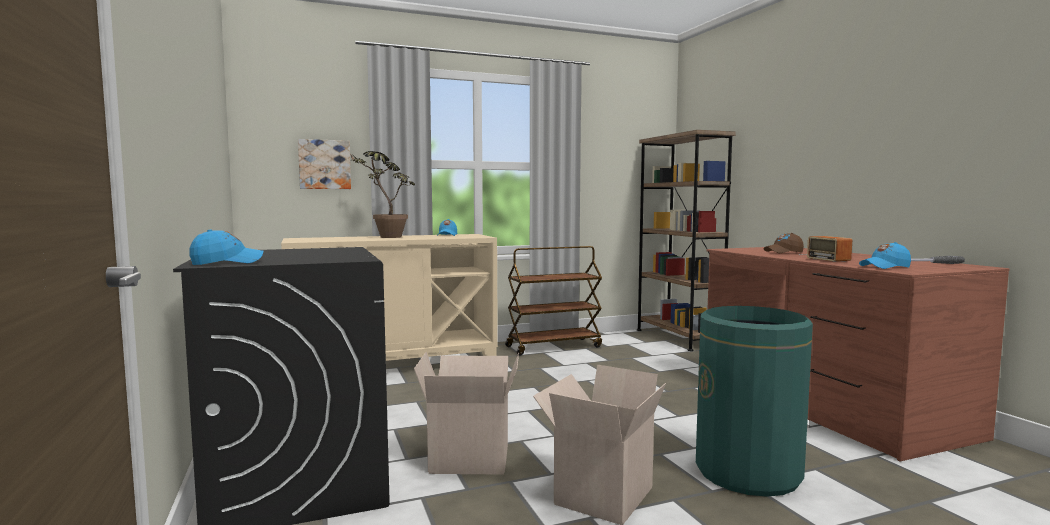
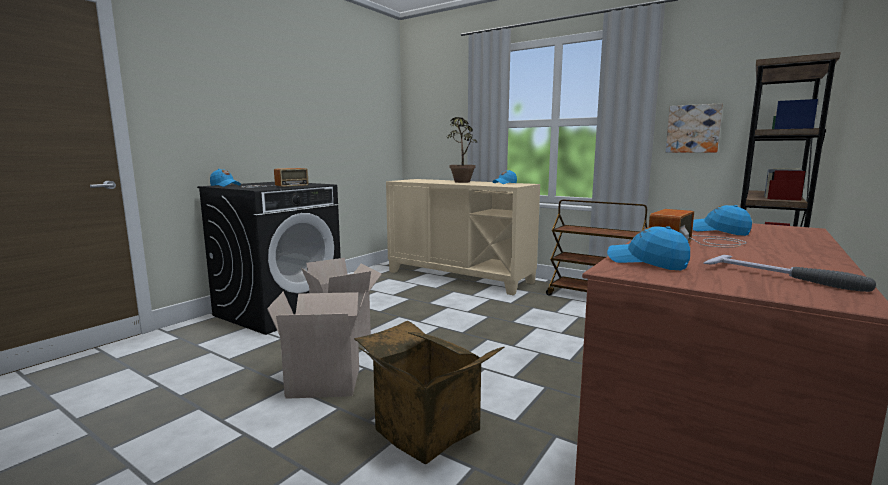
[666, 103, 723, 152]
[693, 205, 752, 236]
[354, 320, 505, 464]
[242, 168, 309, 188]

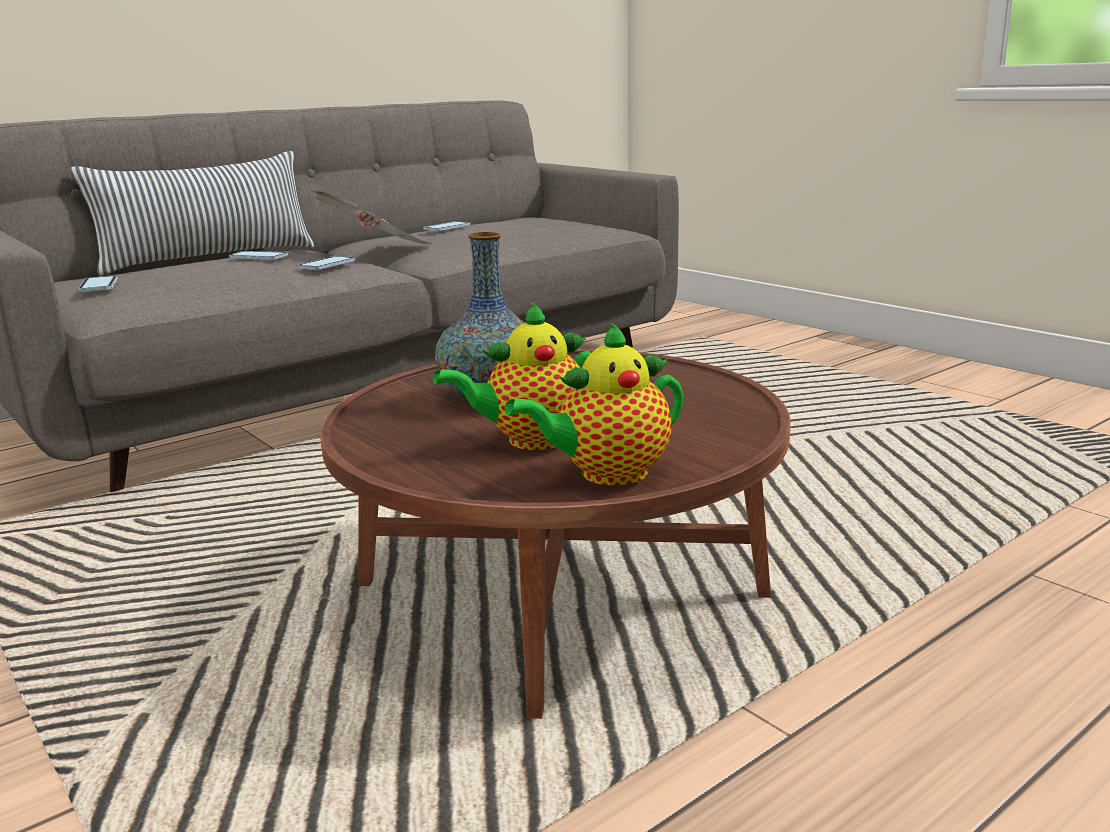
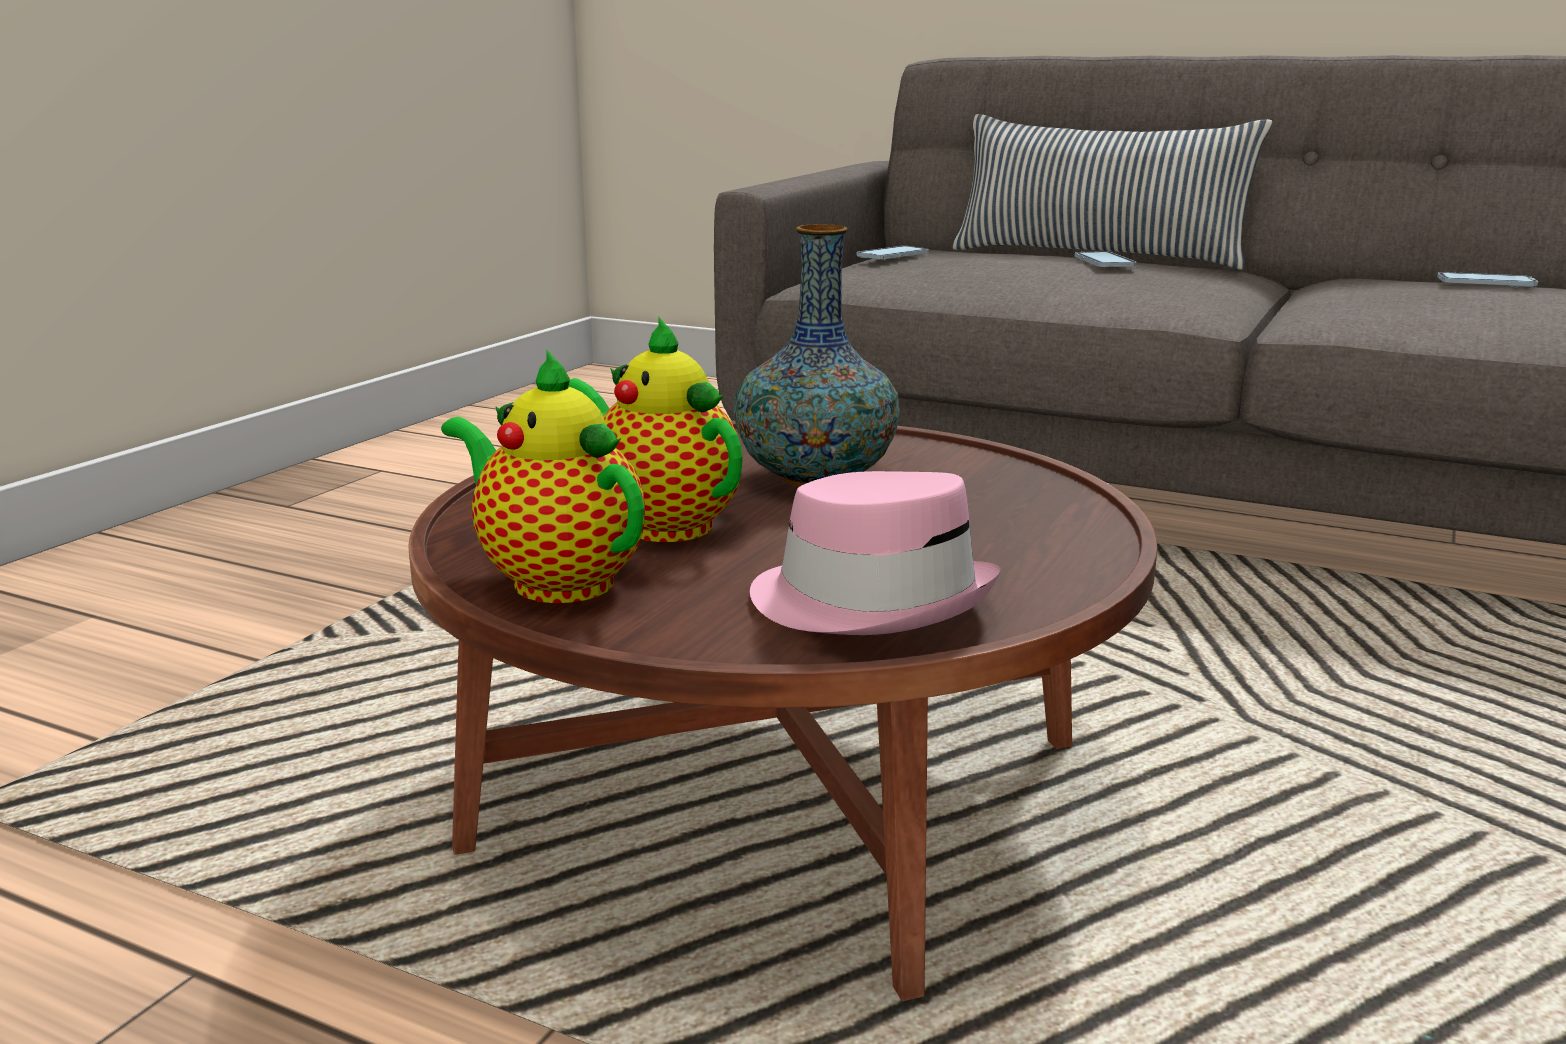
[311, 191, 432, 244] (first image)
[298, 256, 355, 270] (first image)
[750, 471, 1001, 635]

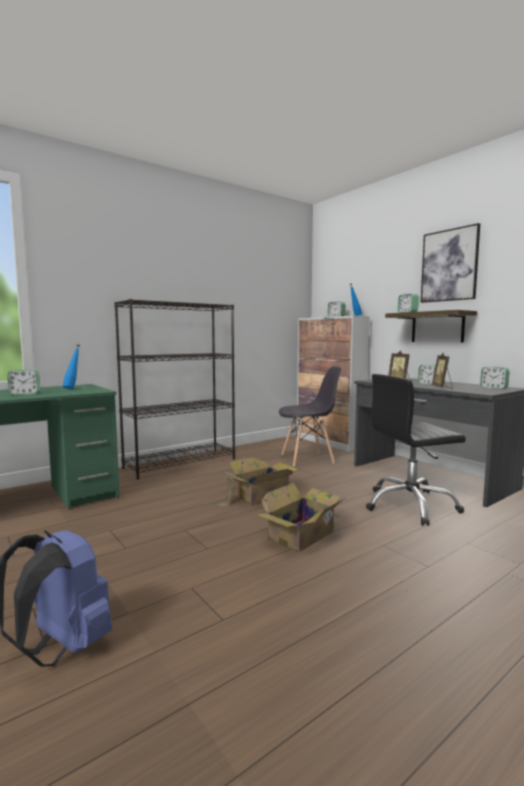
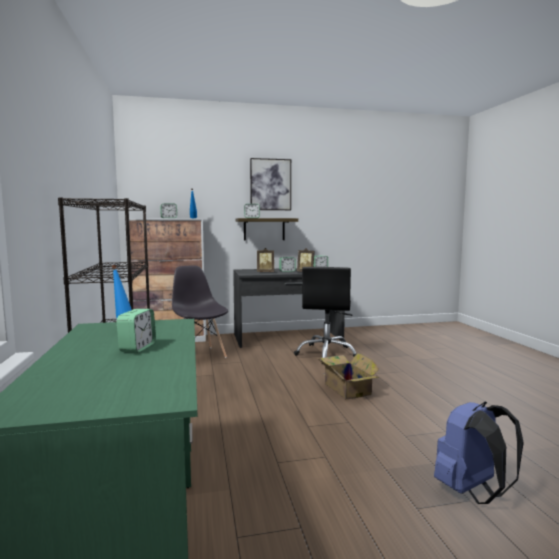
[172, 265, 228, 358]
[215, 457, 299, 508] (first image)

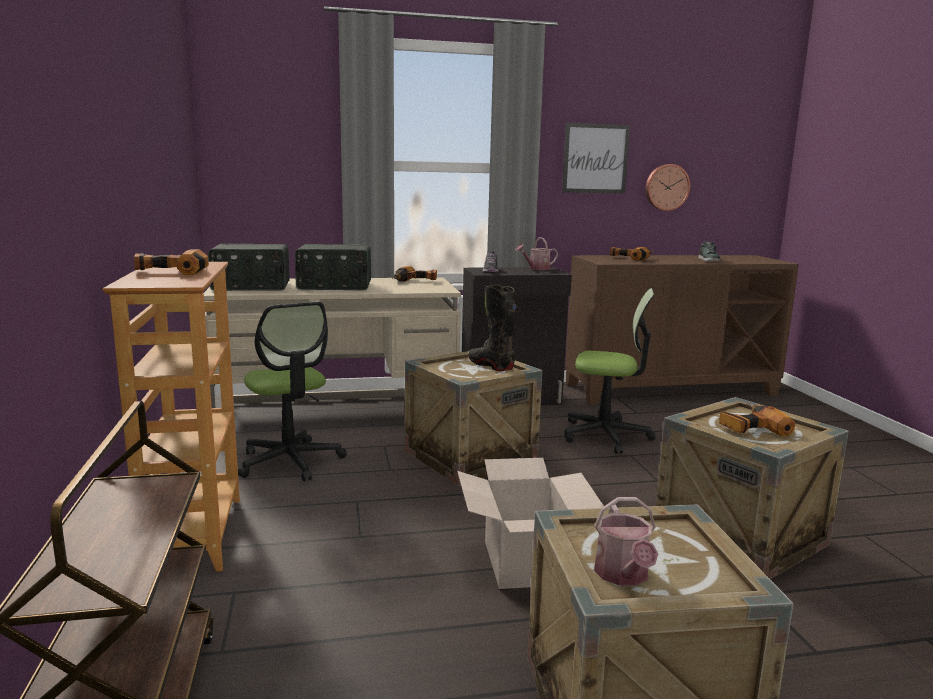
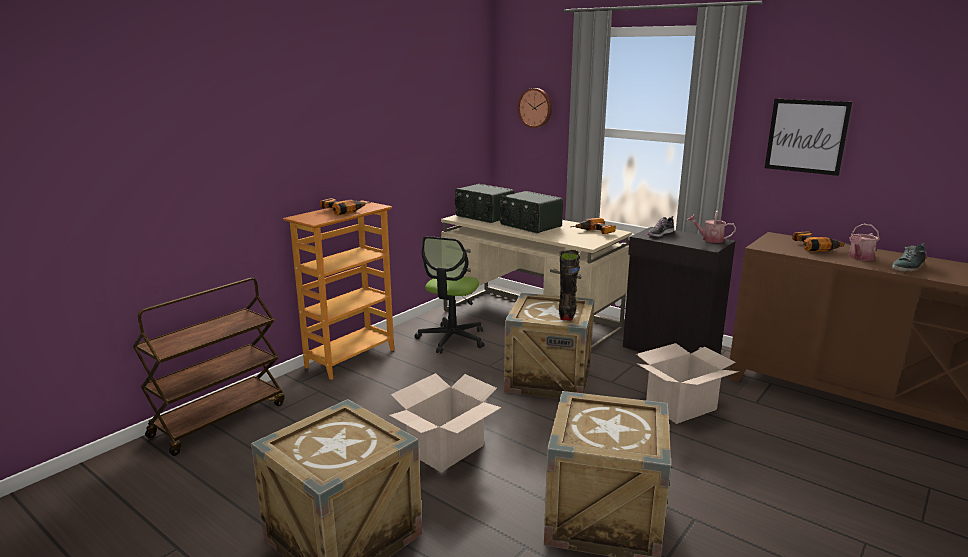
[518, 88, 552, 128]
[636, 343, 739, 424]
[719, 403, 796, 436] (first image)
[848, 223, 880, 261]

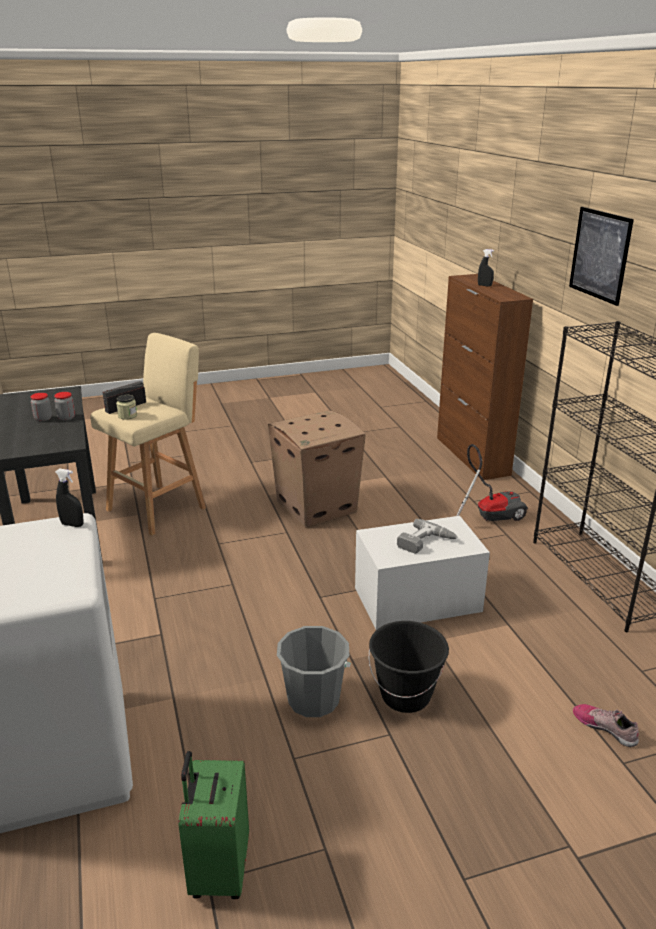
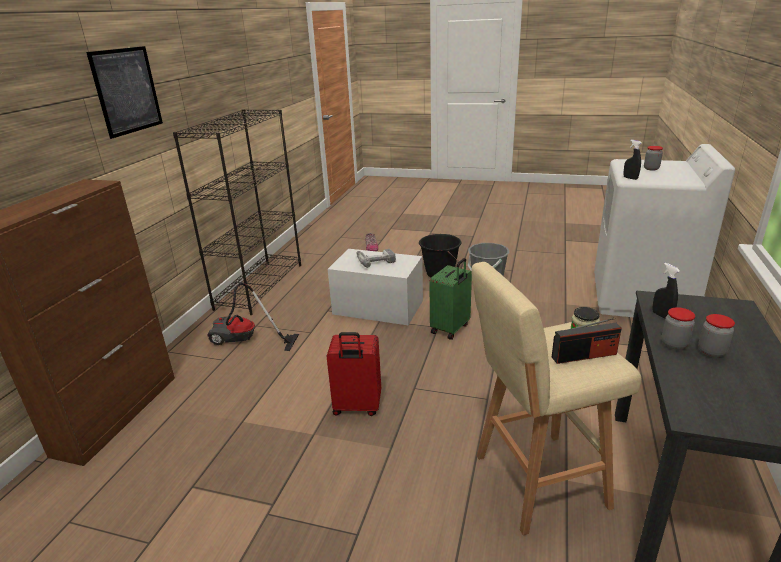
[652, 263, 680, 319]
[326, 332, 381, 416]
[429, 258, 472, 340]
[644, 146, 663, 170]

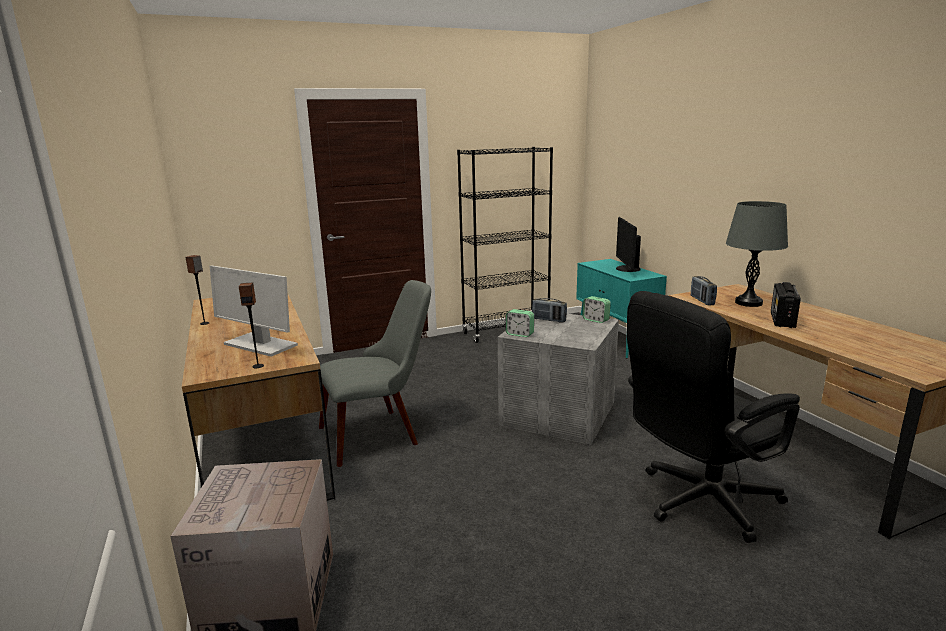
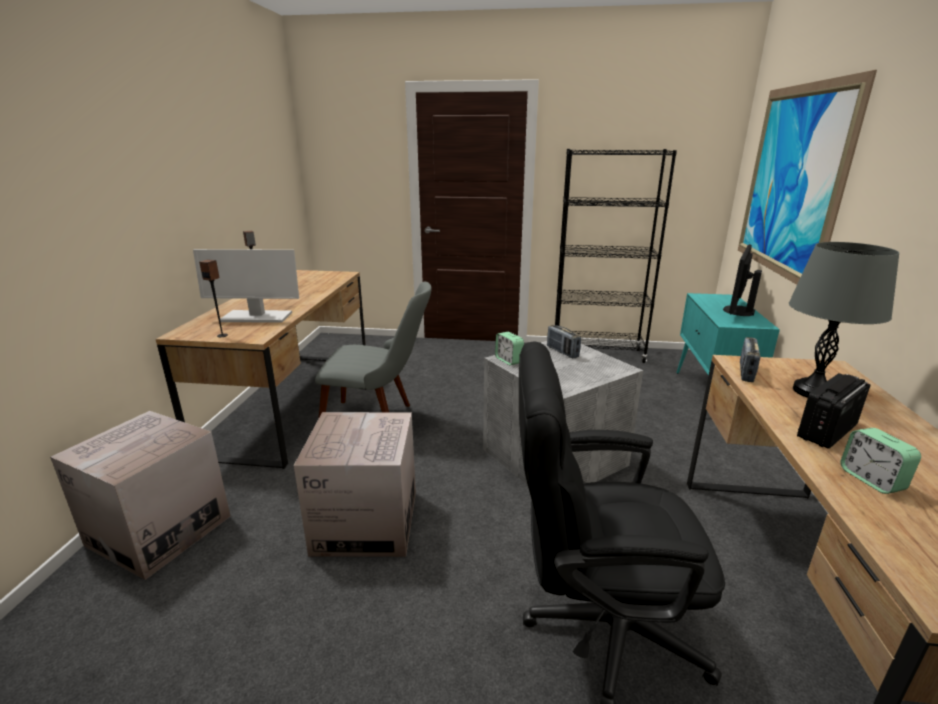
[193, 249, 299, 323]
[840, 428, 921, 494]
[738, 70, 877, 285]
[294, 412, 416, 557]

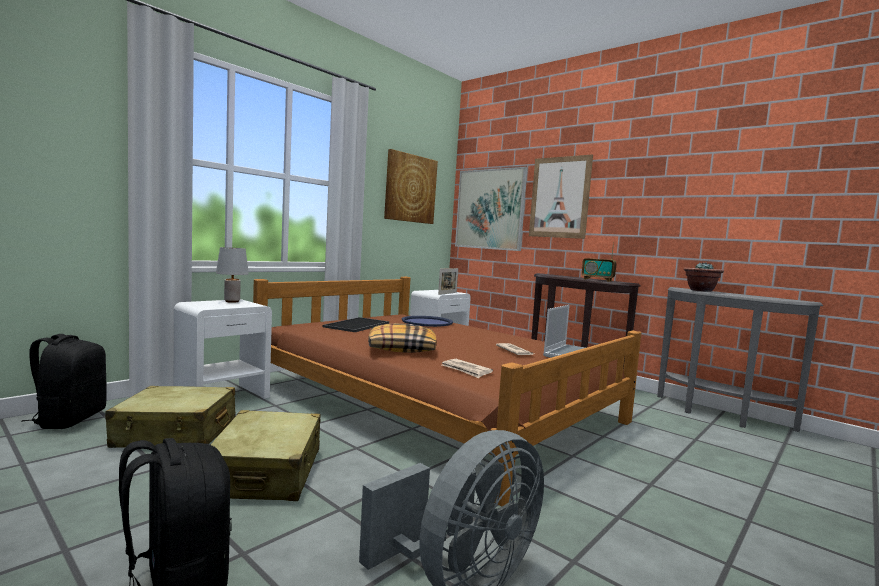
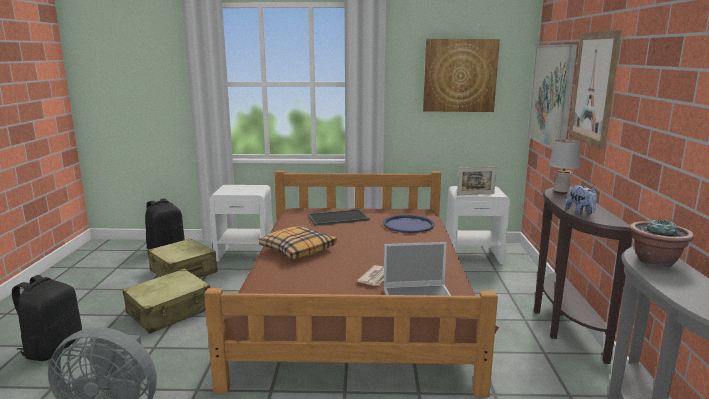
[566, 185, 597, 214]
[549, 139, 580, 194]
[442, 359, 493, 378] (first image)

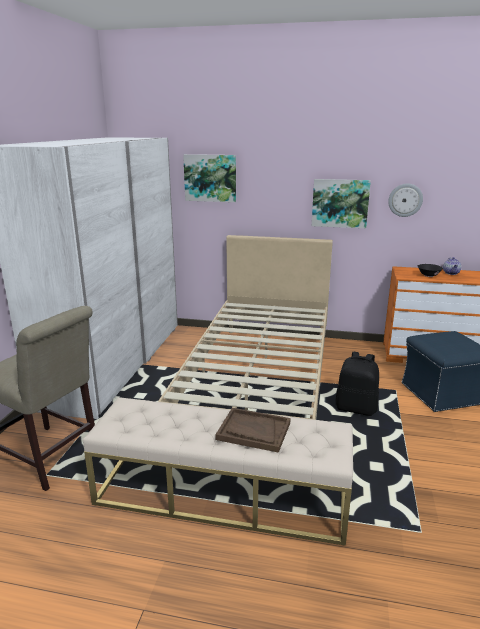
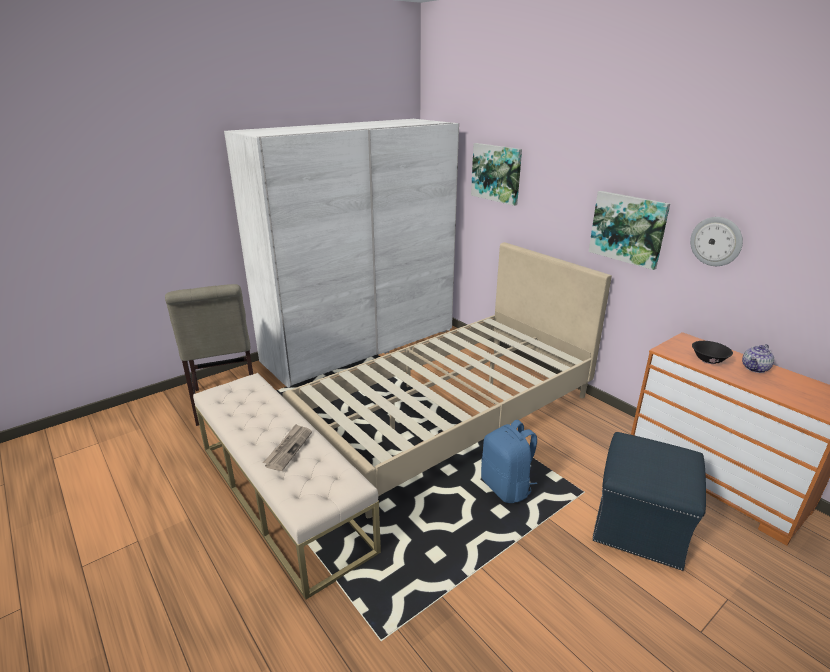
[481, 420, 537, 503]
[263, 424, 312, 471]

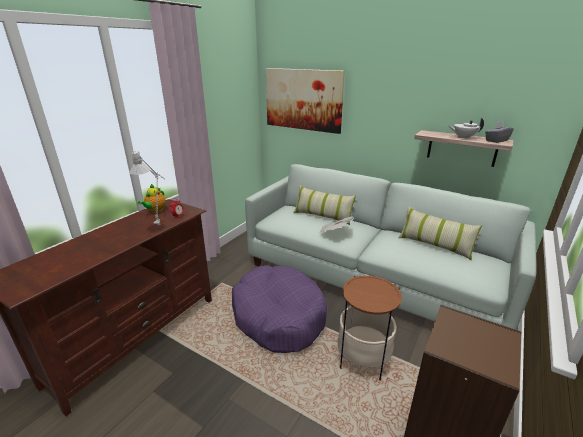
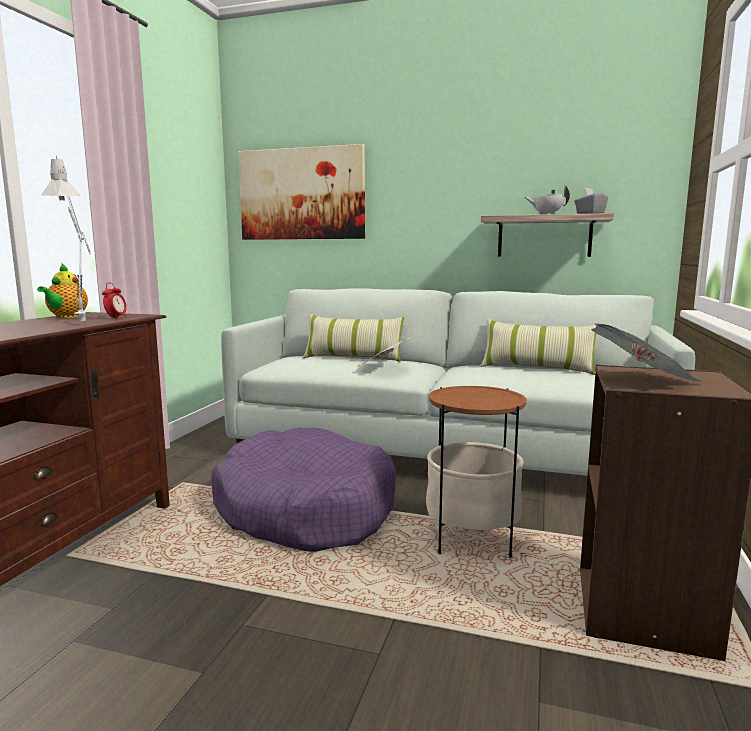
[592, 324, 703, 382]

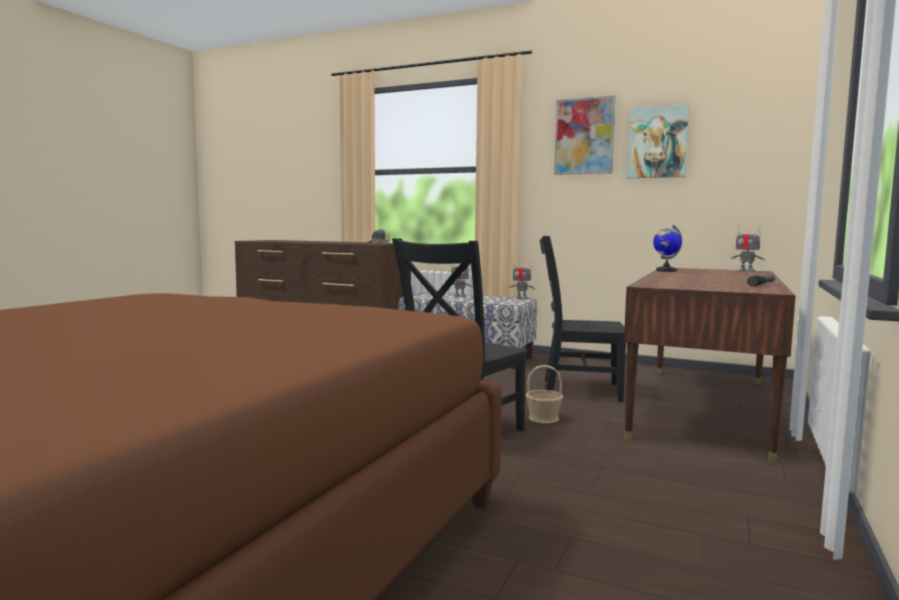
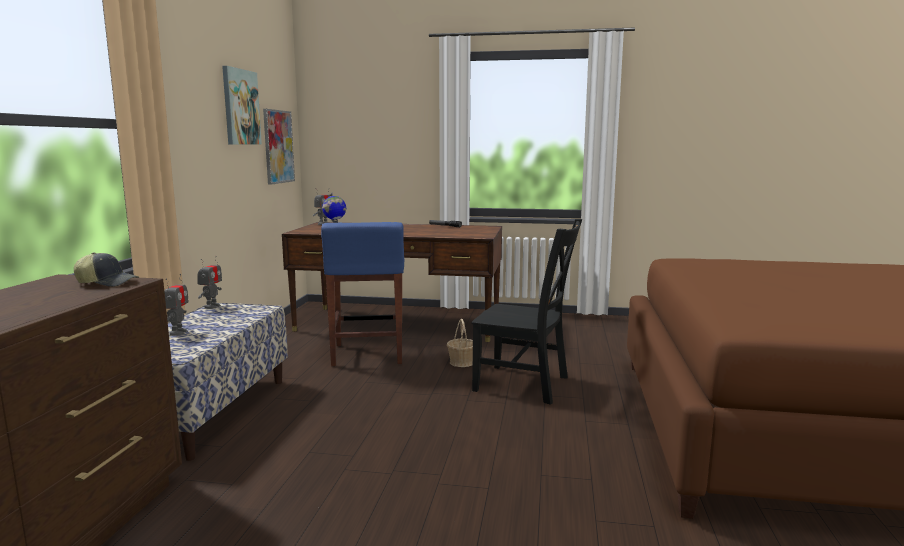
[263, 109, 295, 185]
[321, 222, 404, 366]

